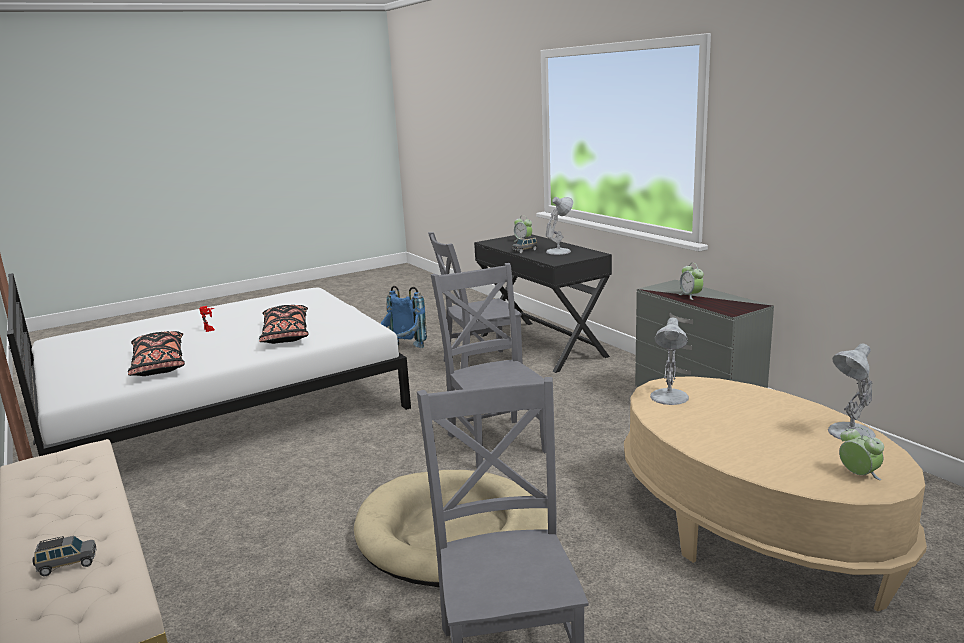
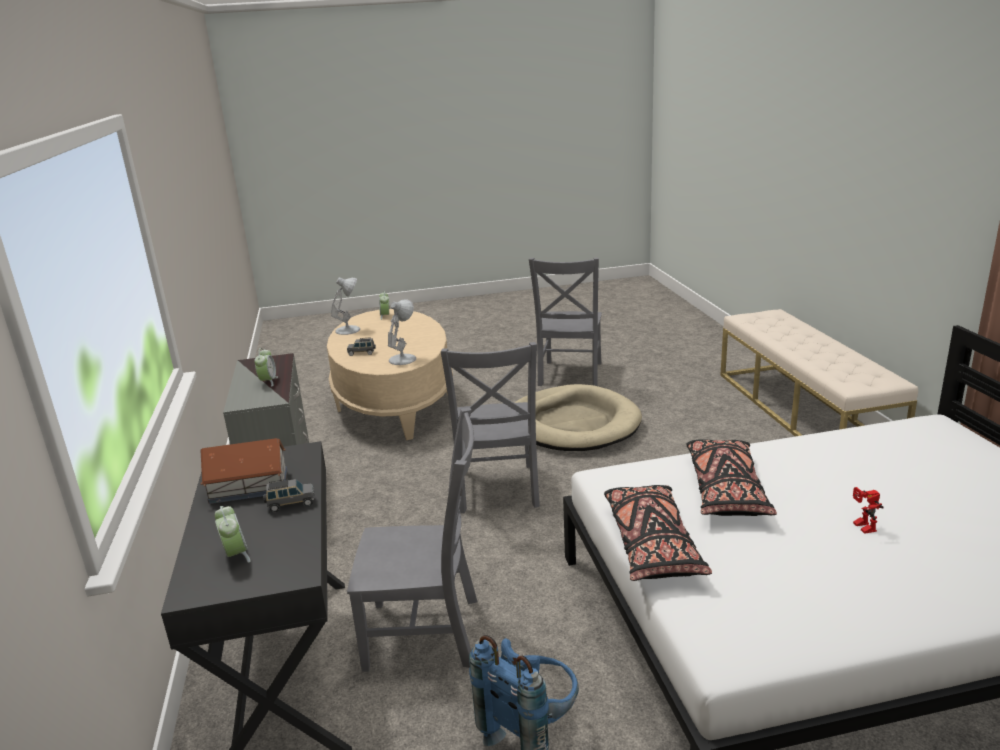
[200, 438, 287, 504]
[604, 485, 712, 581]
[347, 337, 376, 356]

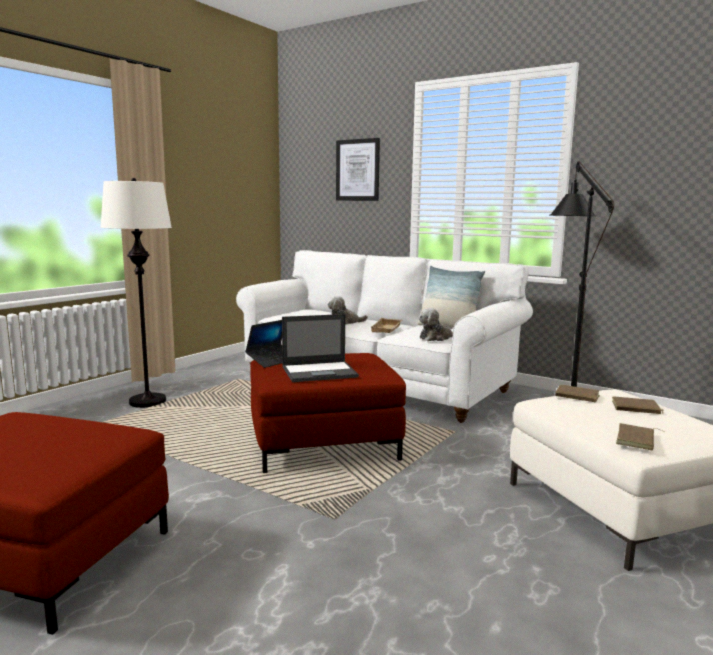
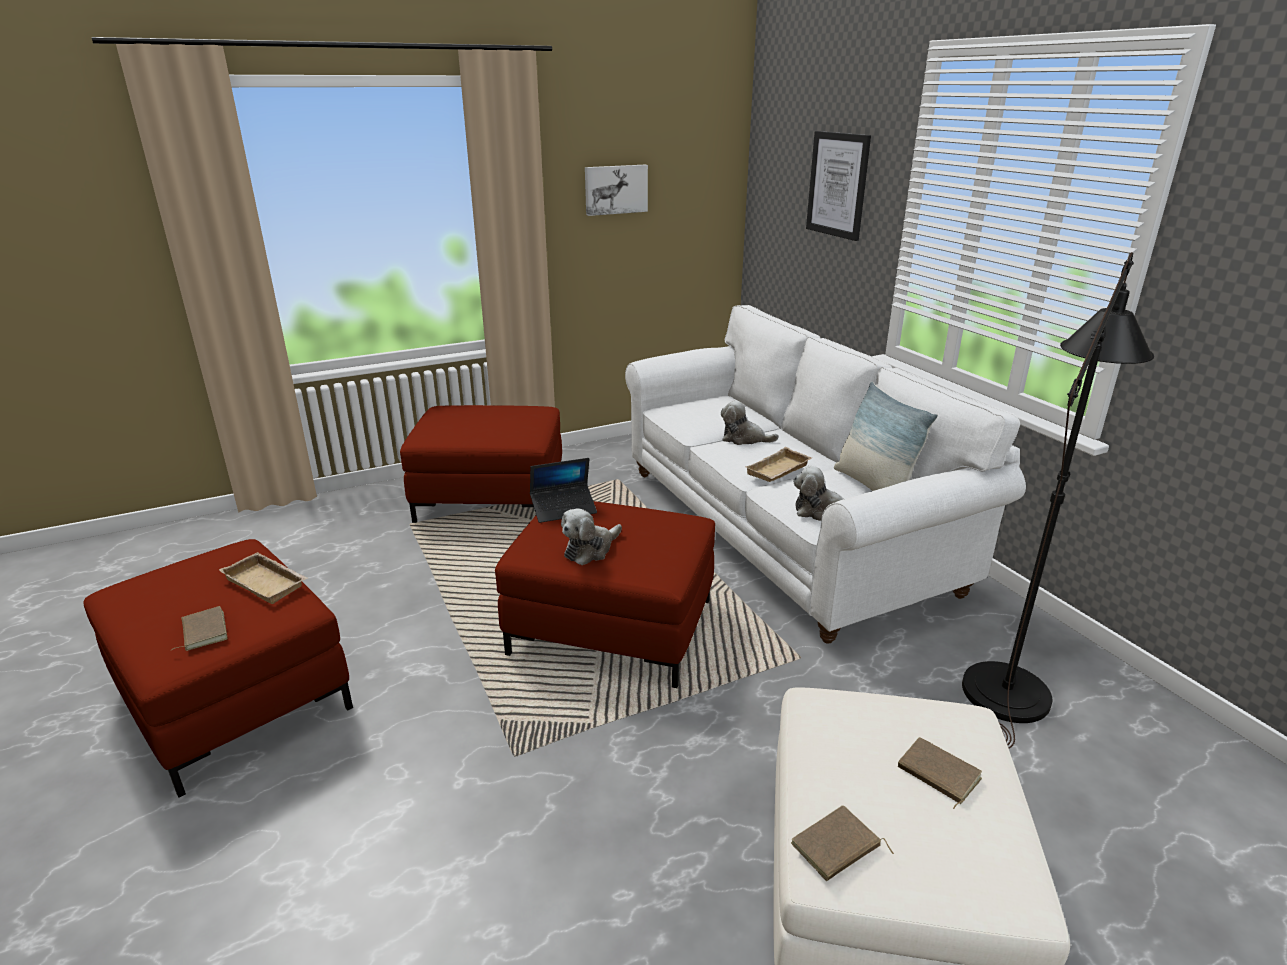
[400, 405, 562, 523]
[561, 508, 622, 565]
[171, 606, 228, 651]
[585, 165, 648, 216]
[219, 552, 308, 604]

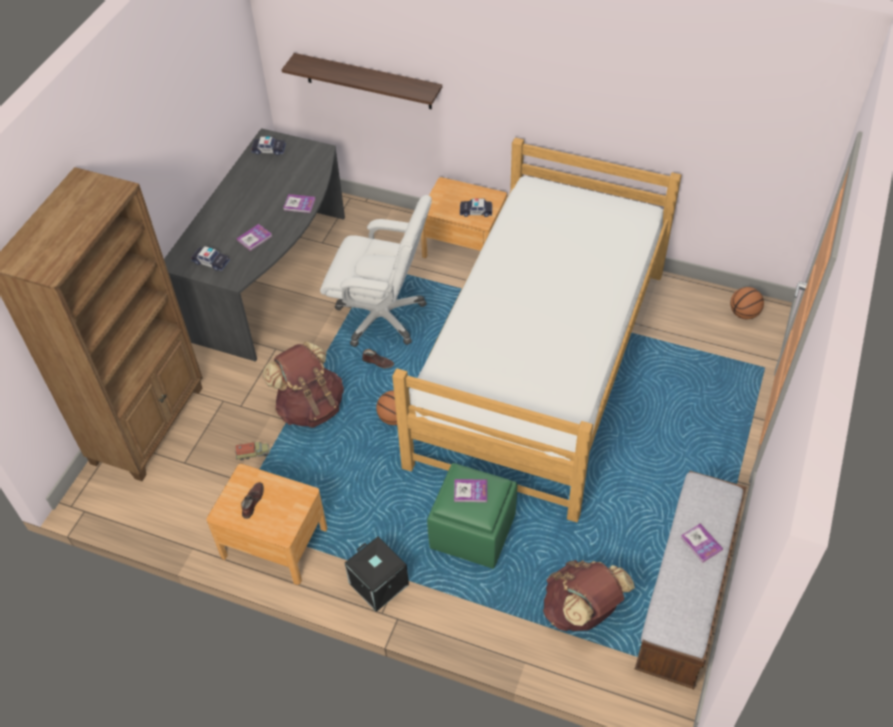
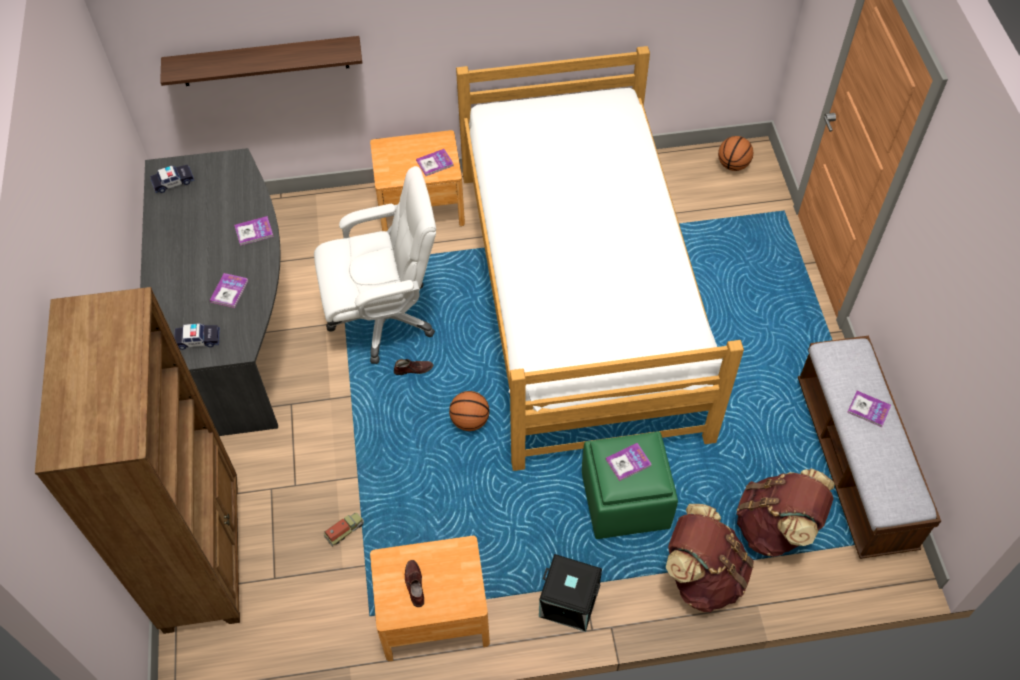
[416, 149, 454, 176]
[666, 504, 754, 613]

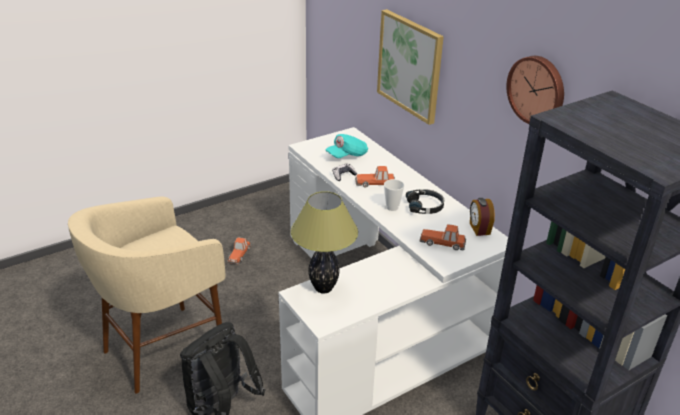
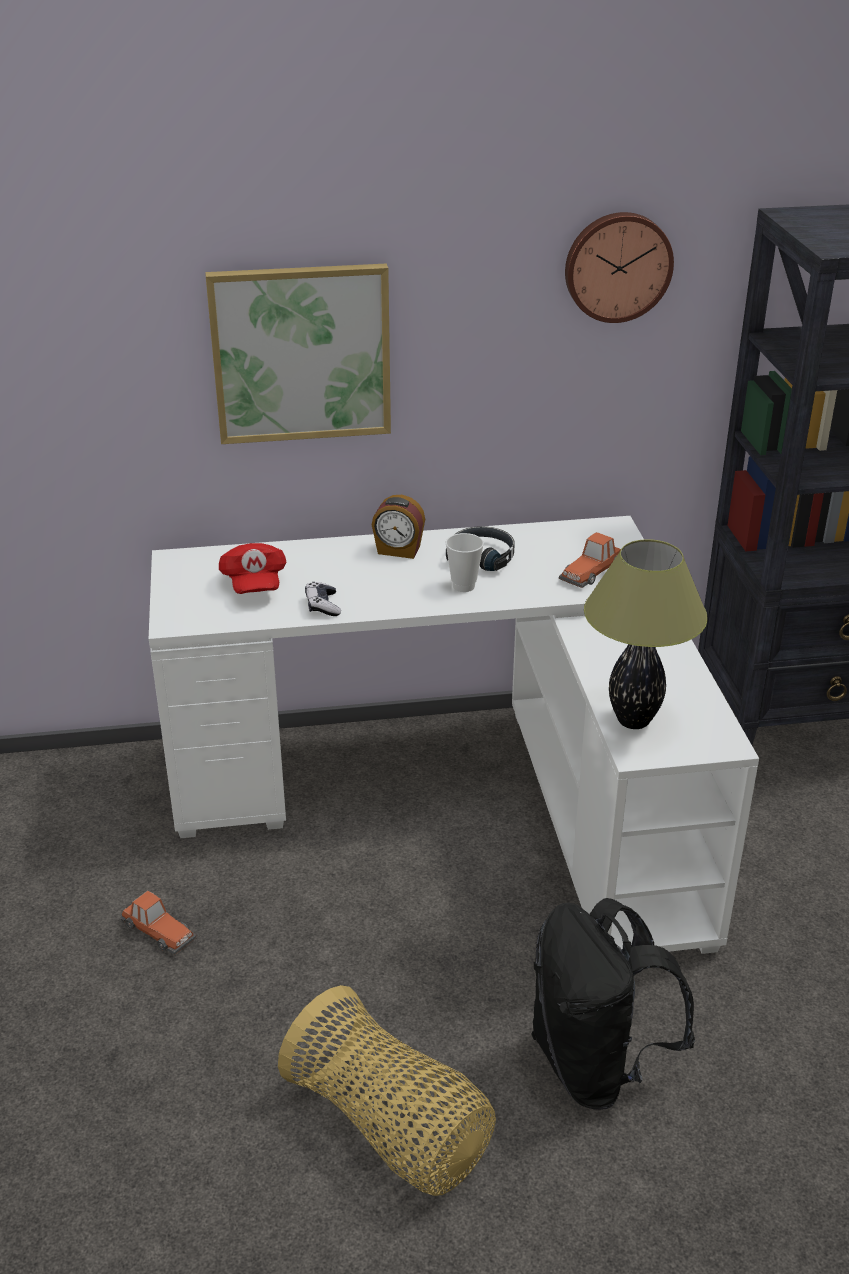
[219, 543, 286, 594]
[355, 166, 395, 187] (first image)
[278, 985, 496, 1196]
[372, 495, 425, 559]

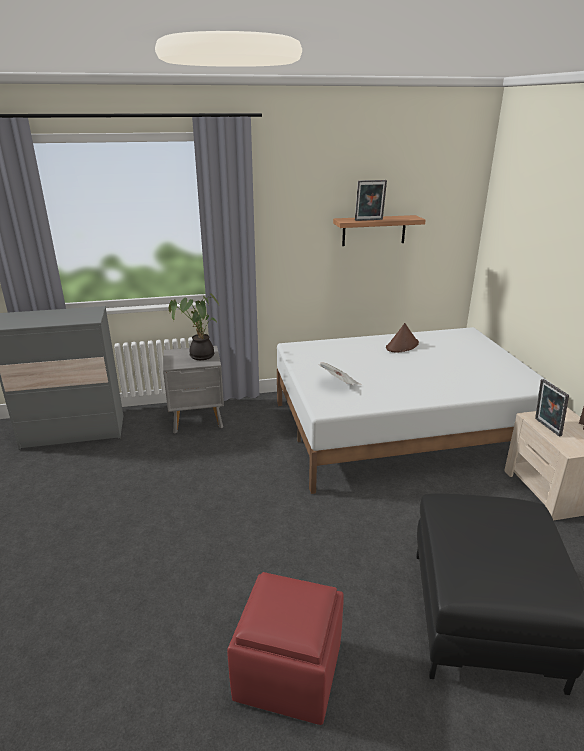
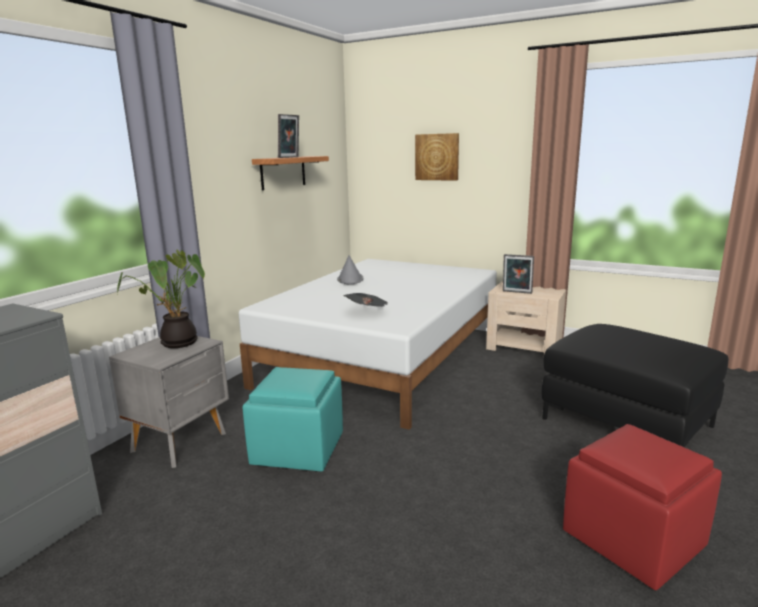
[337, 255, 364, 284]
[415, 133, 459, 181]
[242, 367, 343, 471]

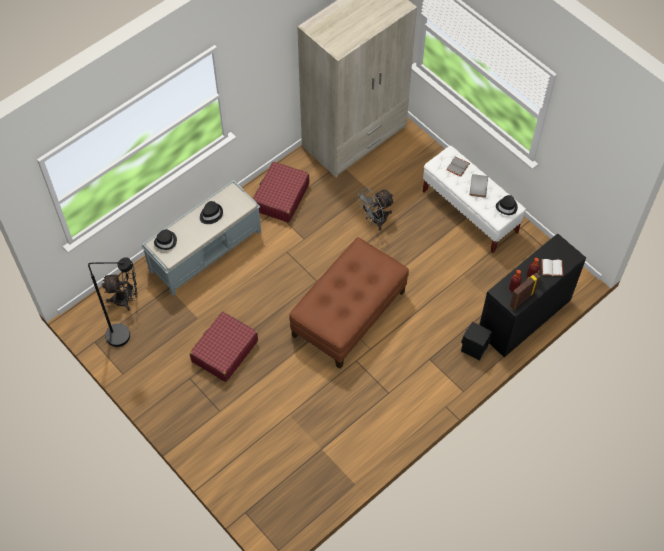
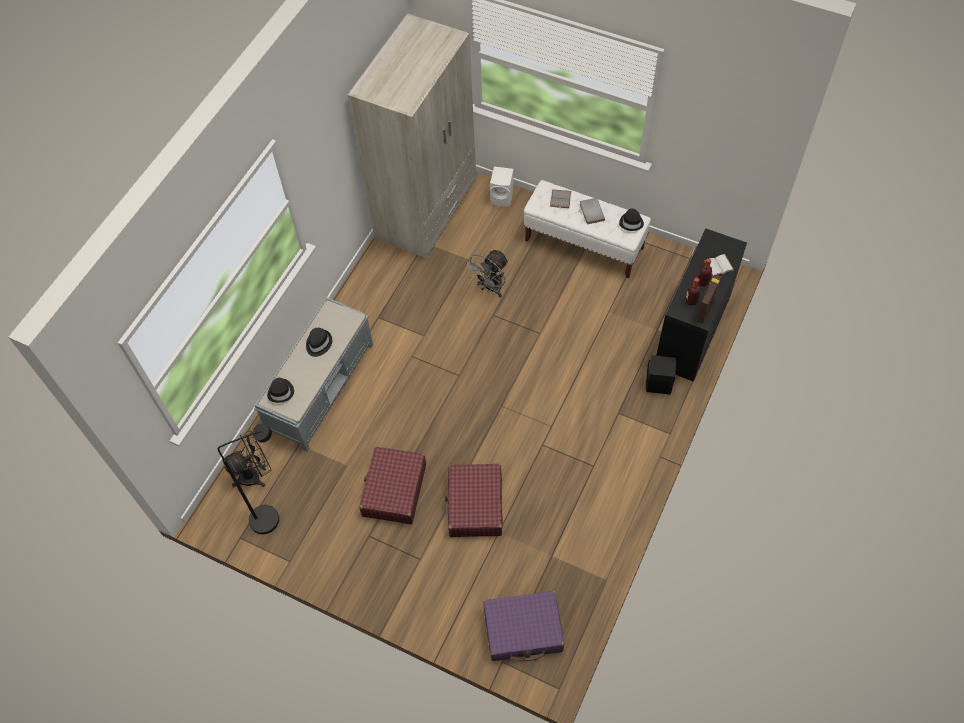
[445, 464, 503, 537]
[289, 237, 409, 369] (first image)
[490, 166, 514, 206]
[483, 591, 564, 661]

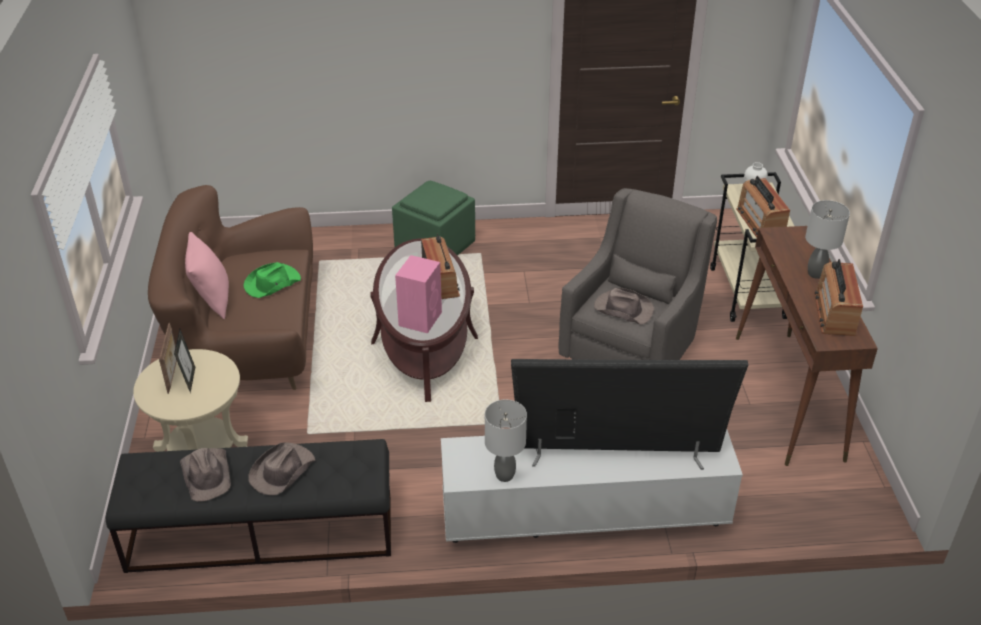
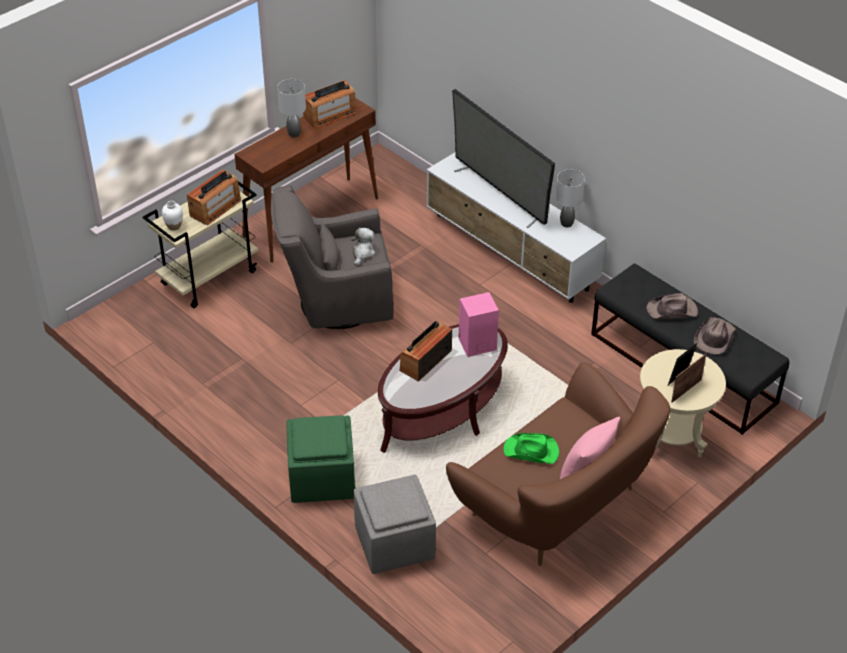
[351, 228, 375, 266]
[353, 475, 436, 574]

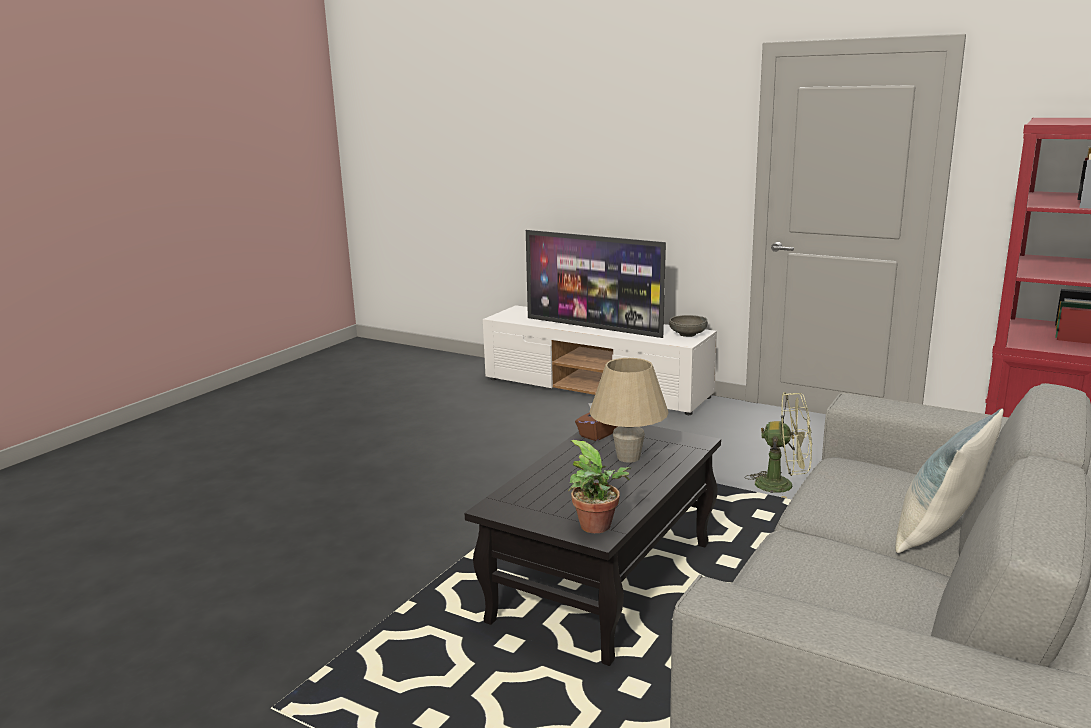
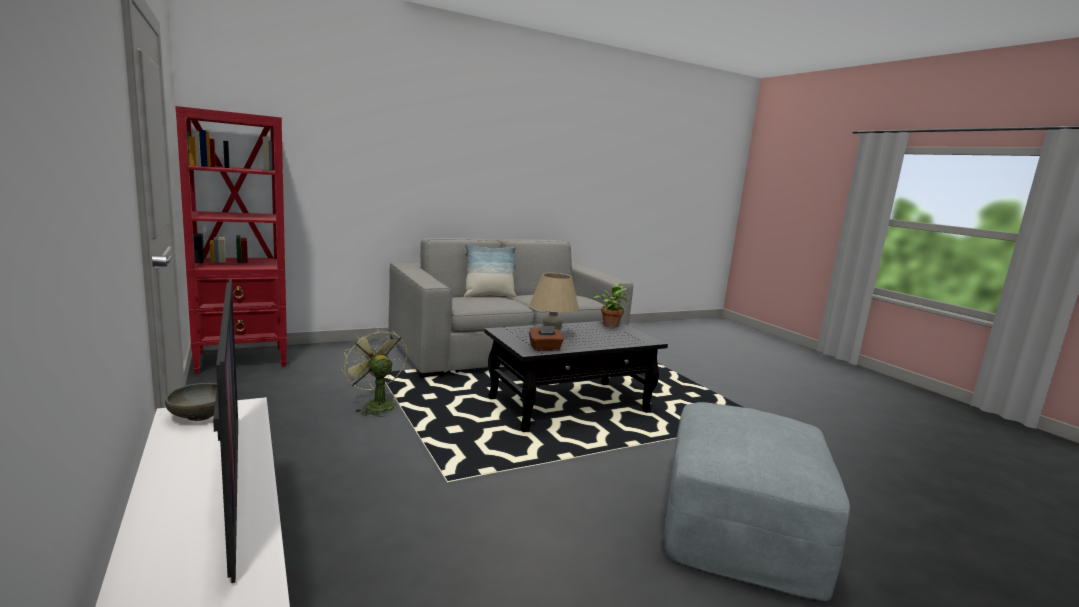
[664, 402, 850, 601]

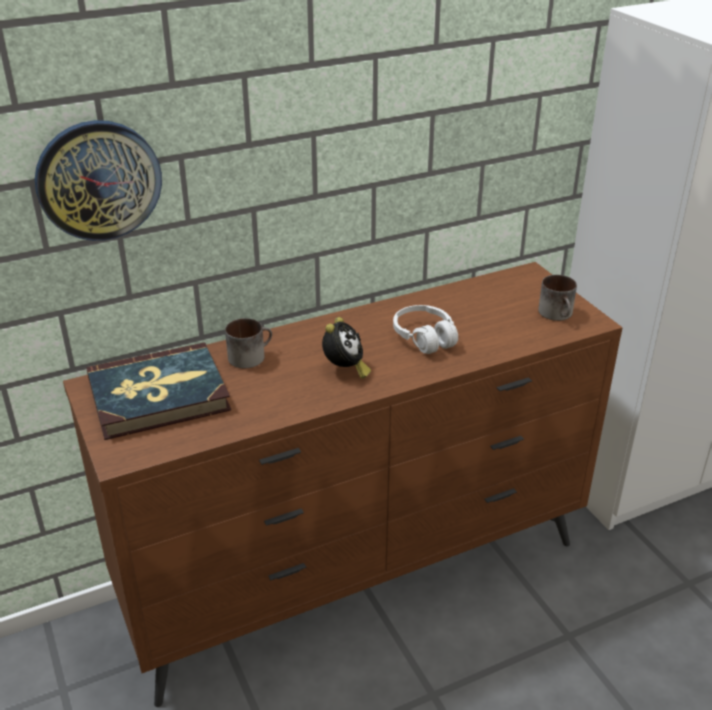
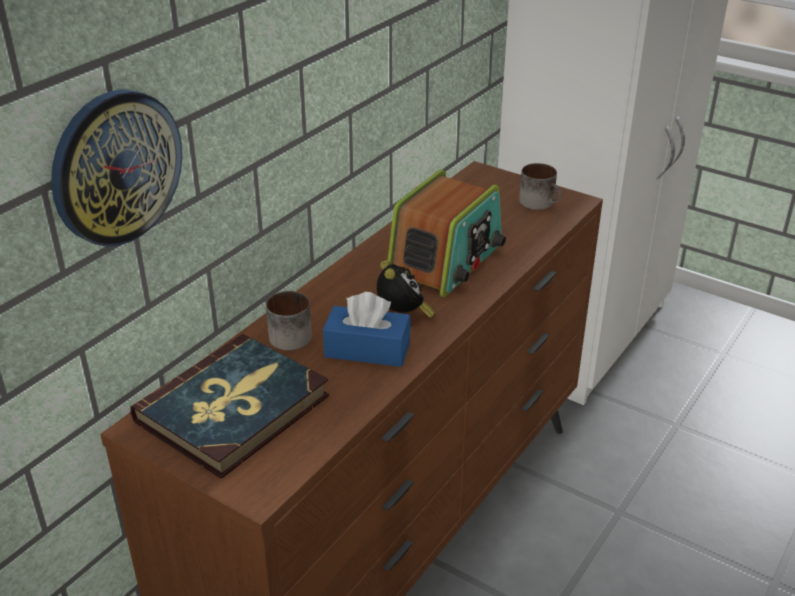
[388, 169, 506, 297]
[323, 292, 411, 367]

